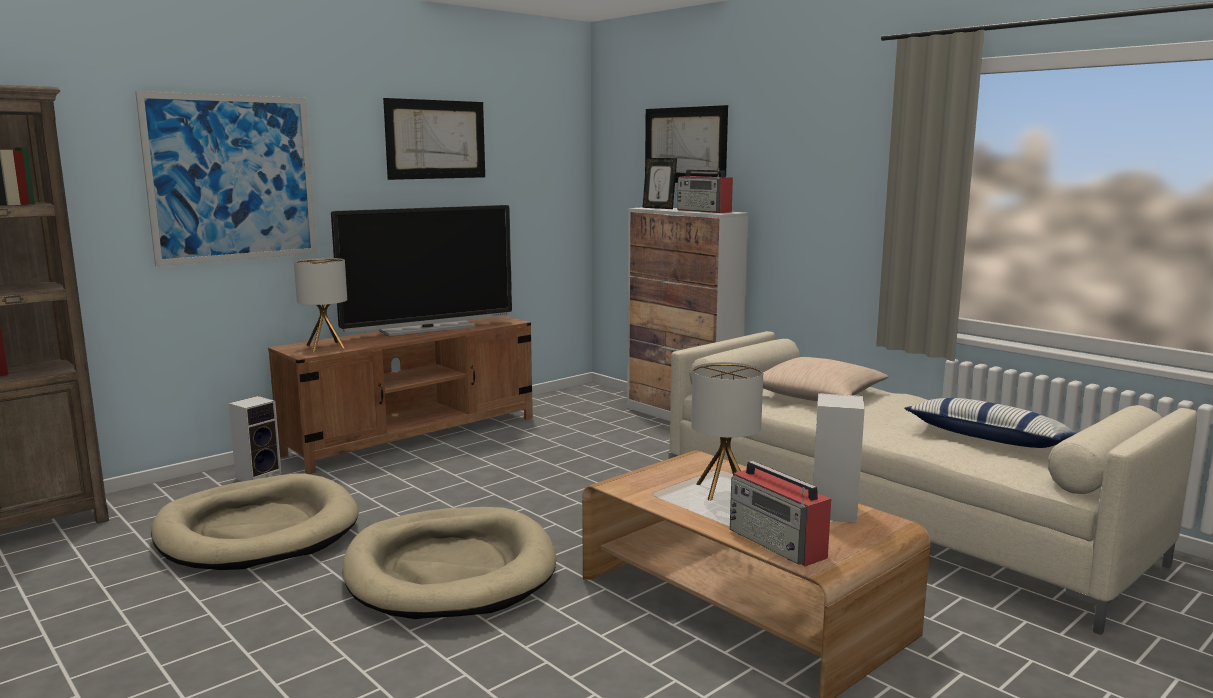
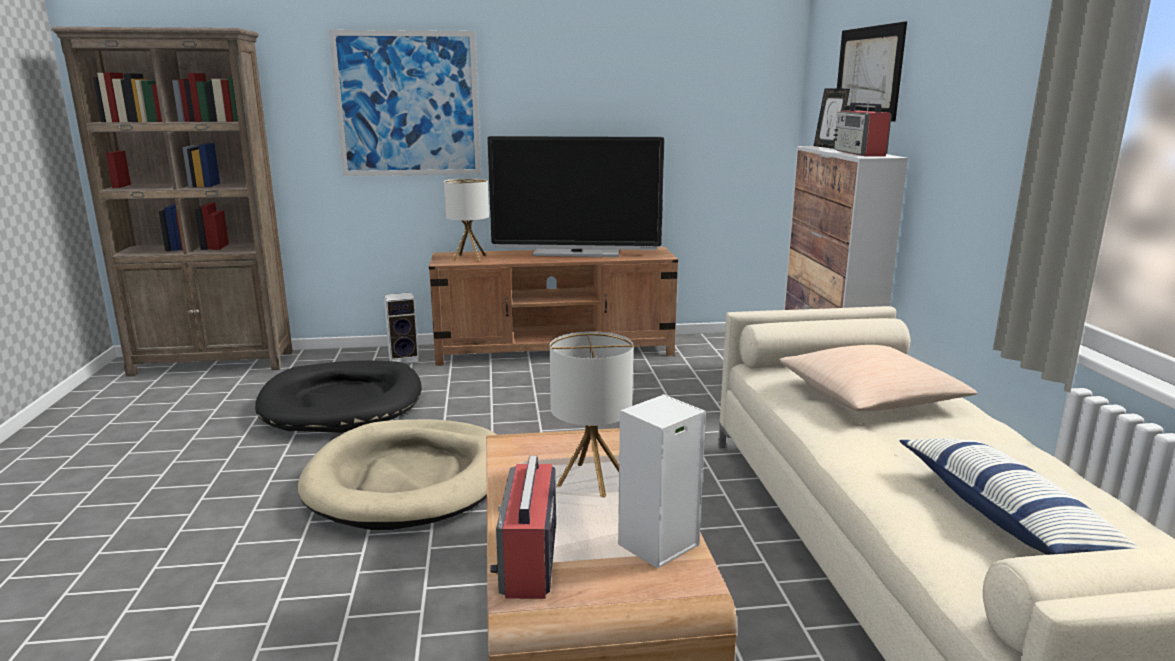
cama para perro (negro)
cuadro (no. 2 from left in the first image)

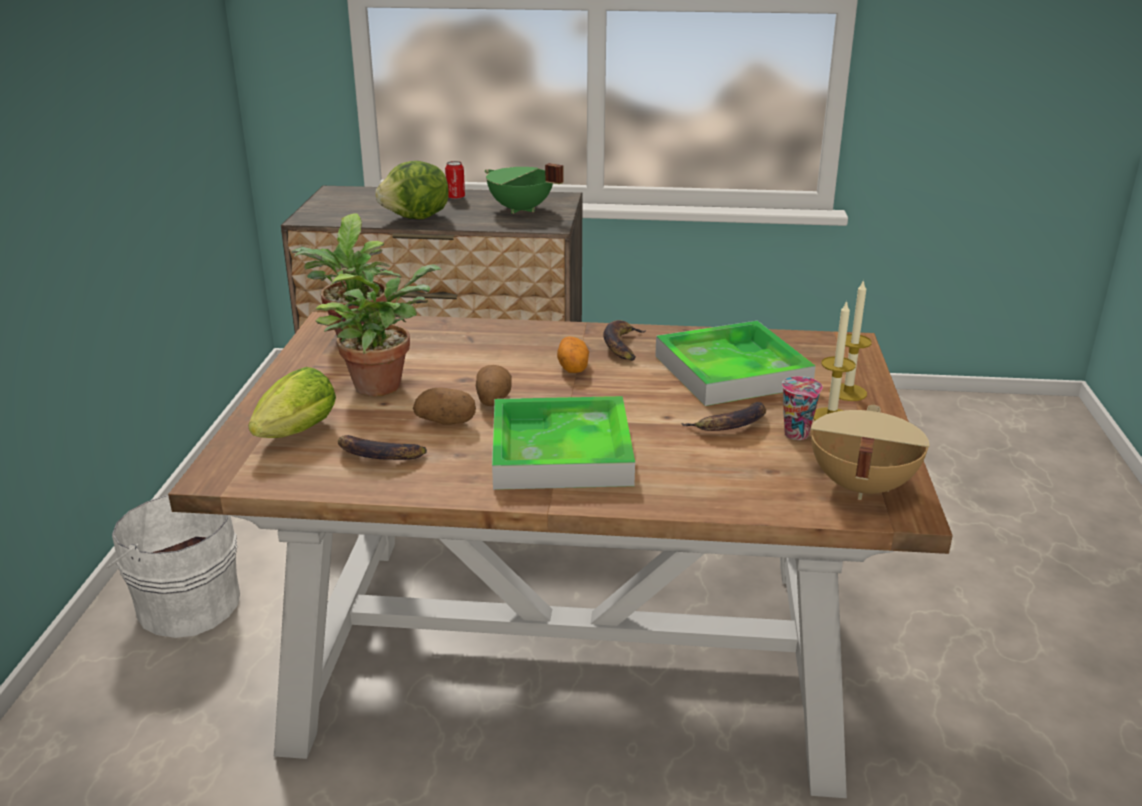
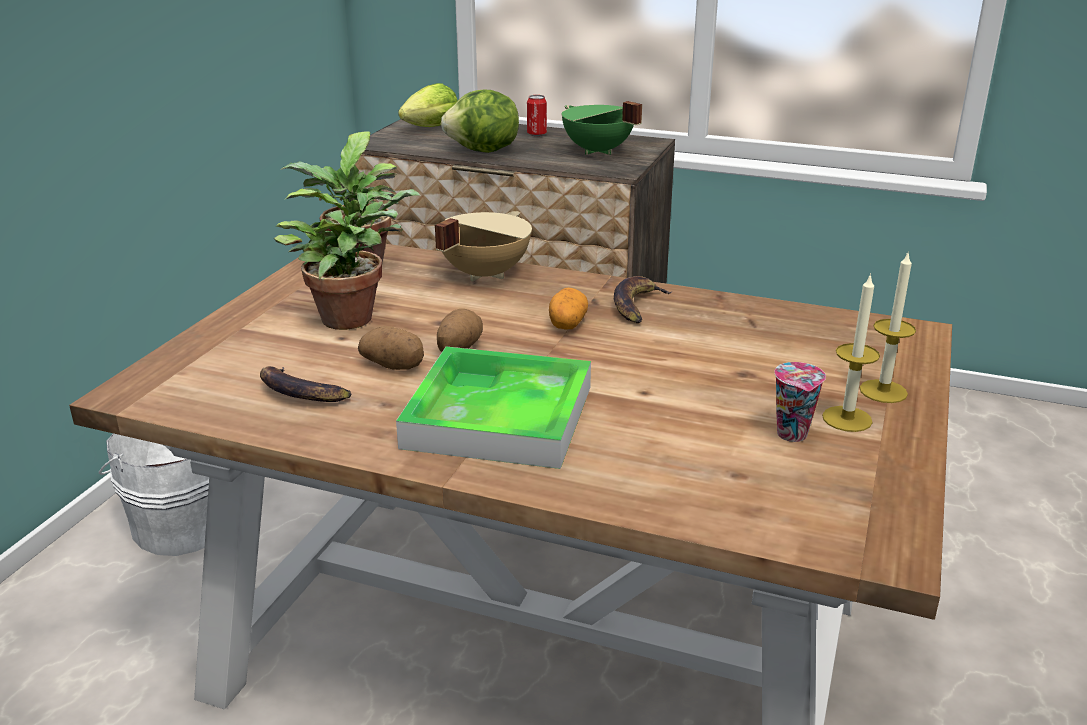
lechuga (no. 1 from left)
olla (beis)
bandeja (no. 2 from left in the first image)
plátano (no. 3 from left in the first image)

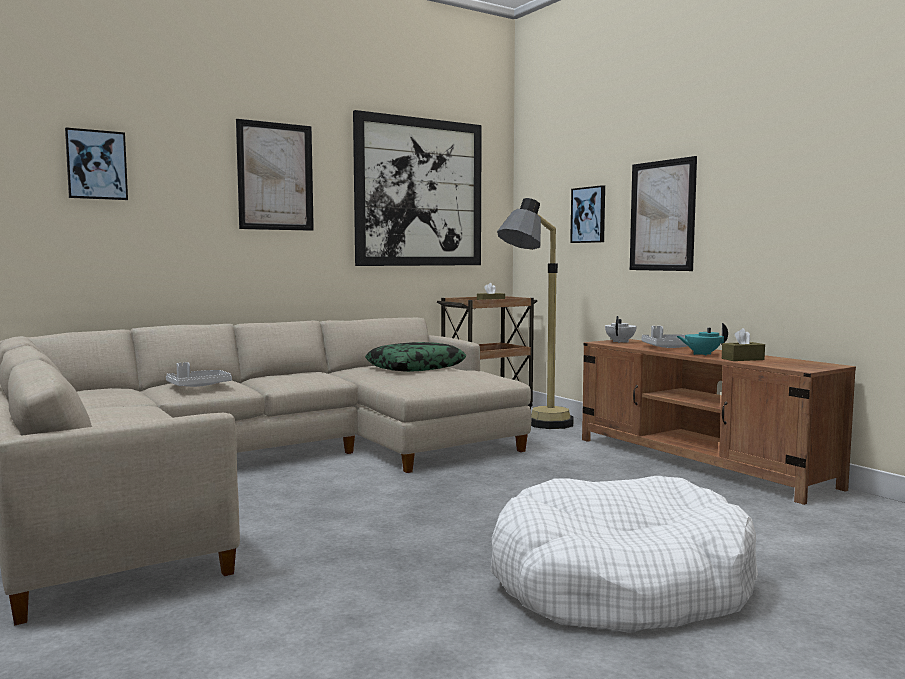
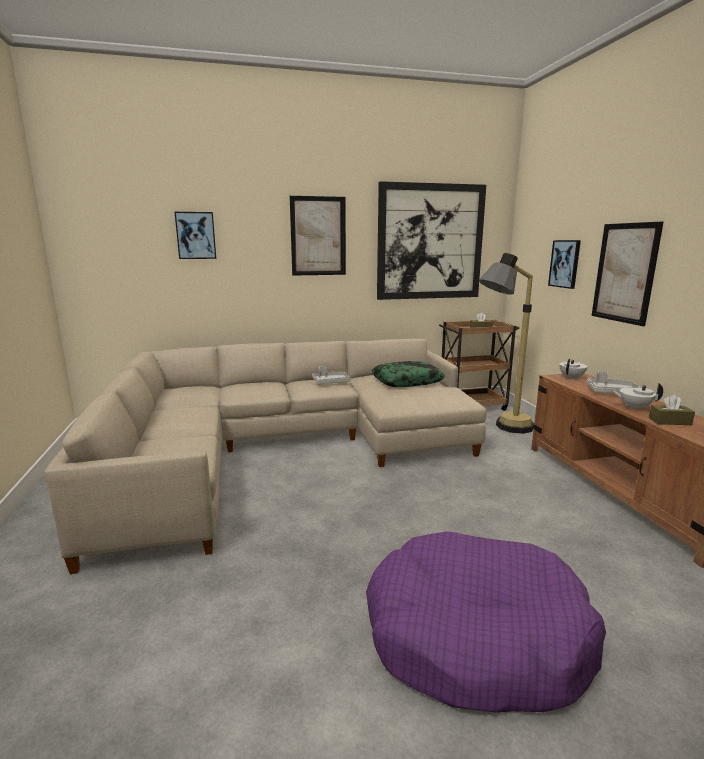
bandeja (gris) (no. 1 from left)
cama para perro (morado)
tetera (blanco) (no. 2 from left)

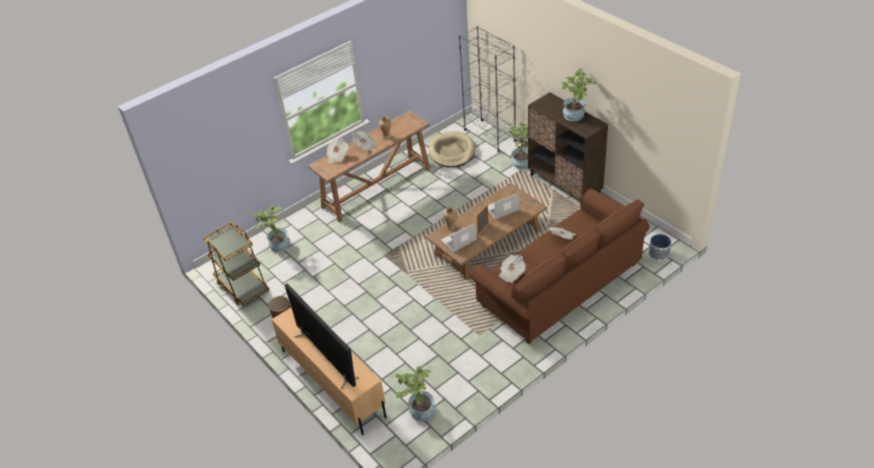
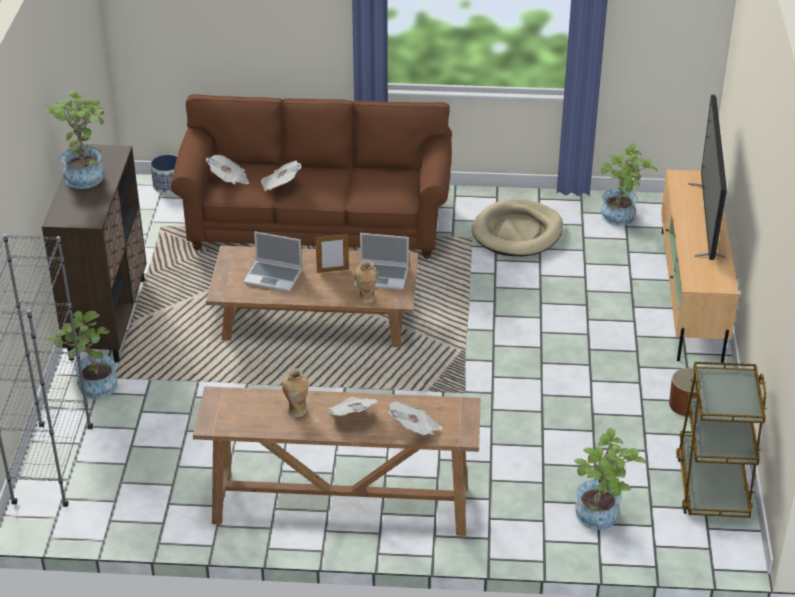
periódico (no. 1 from left)
cama para perro (beis)

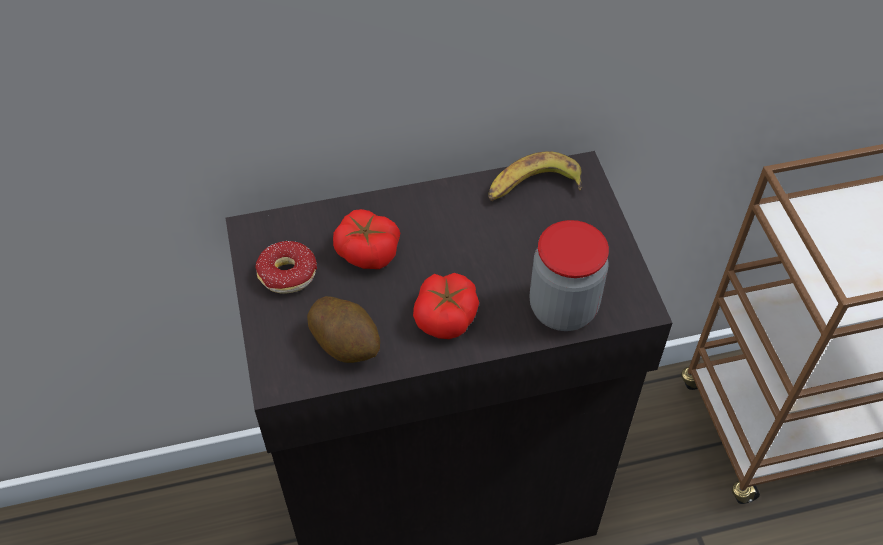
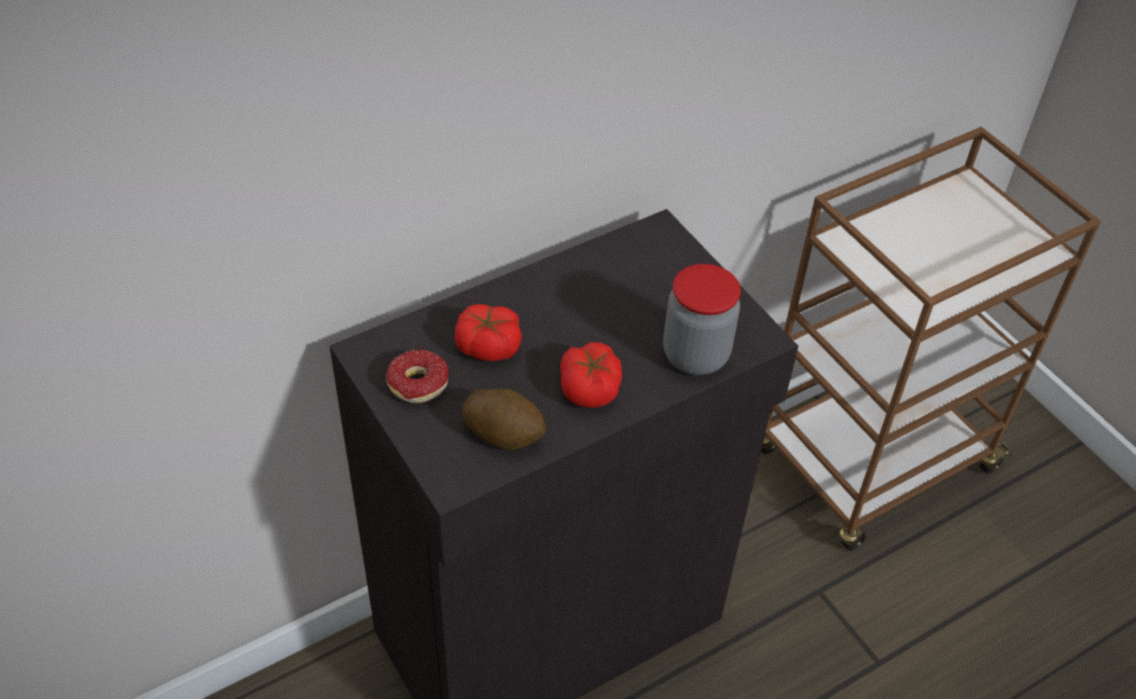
plátano

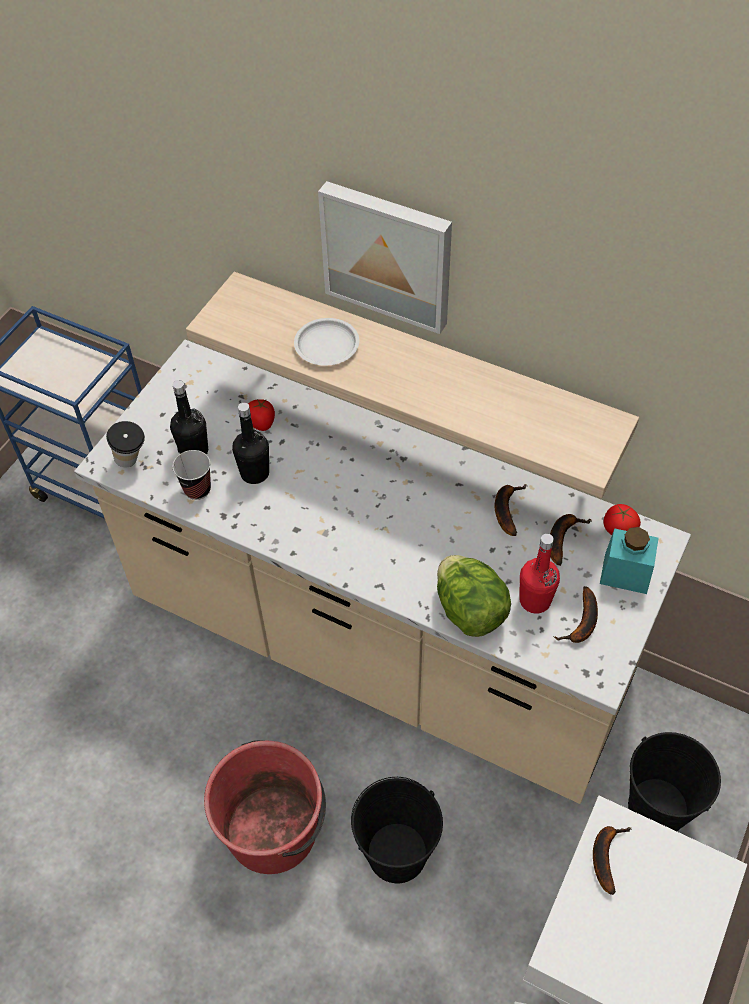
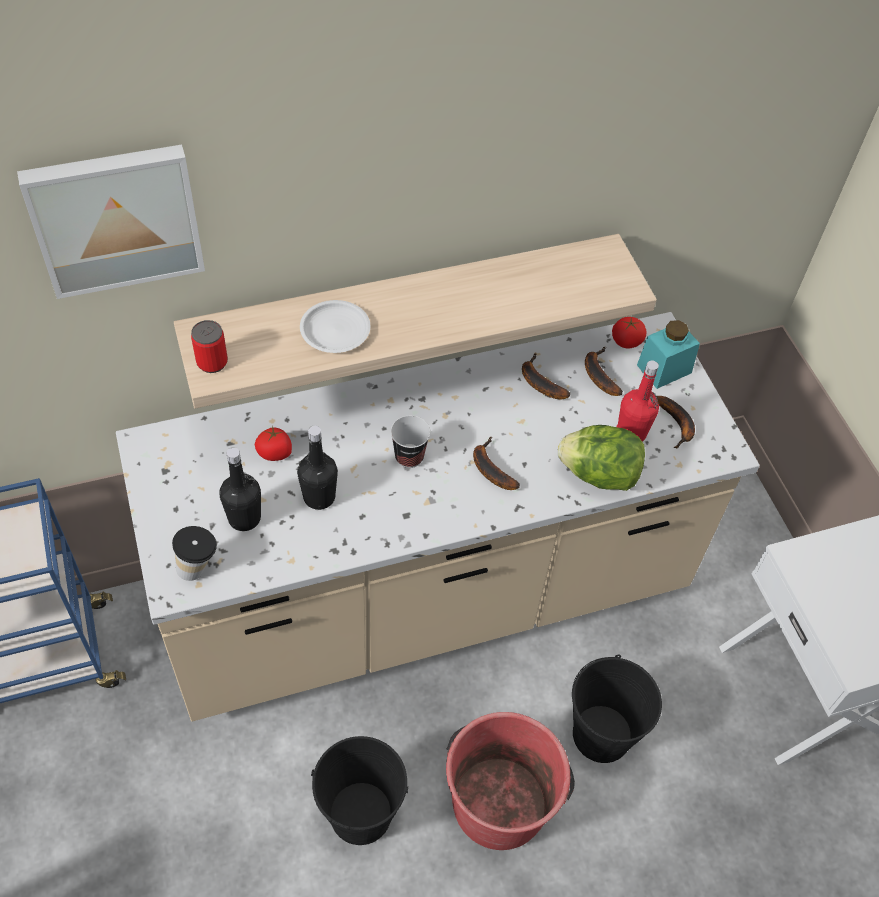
cuadro
lata
cubo (negro) (no. 1 from left)
taza (no. 2 from left)
plátano (no. 1 from left)

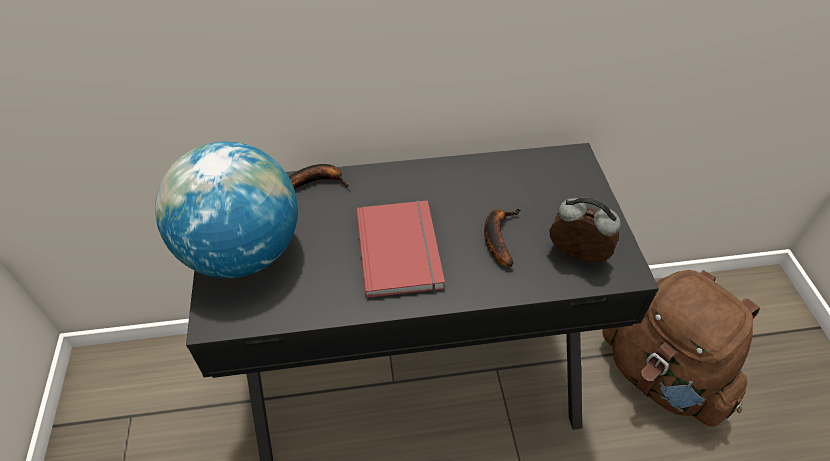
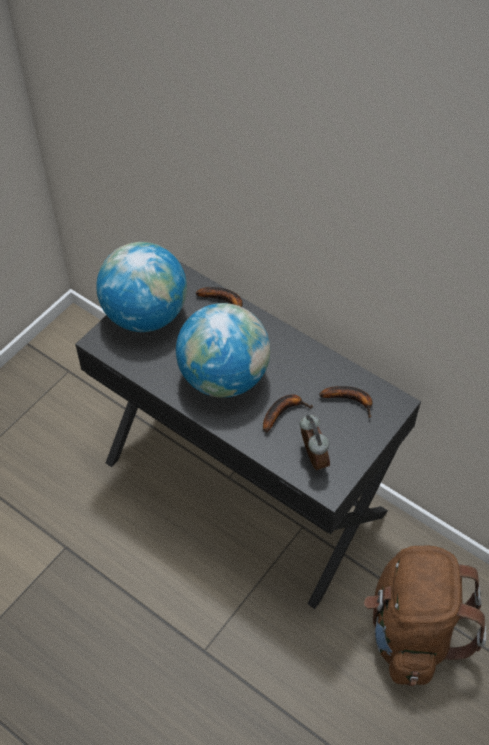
globo terráqueo (no. 2 from left)
plátano (no. 3 from left)

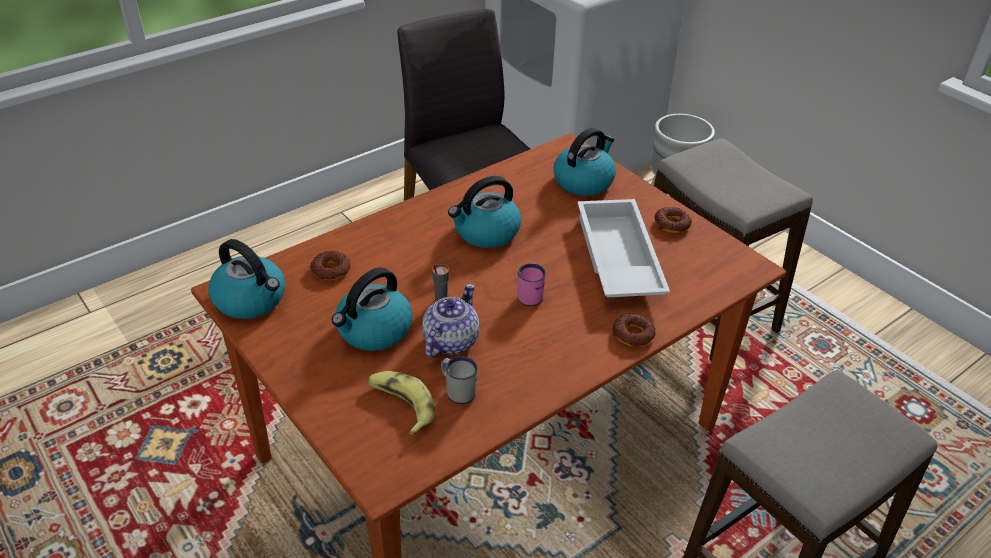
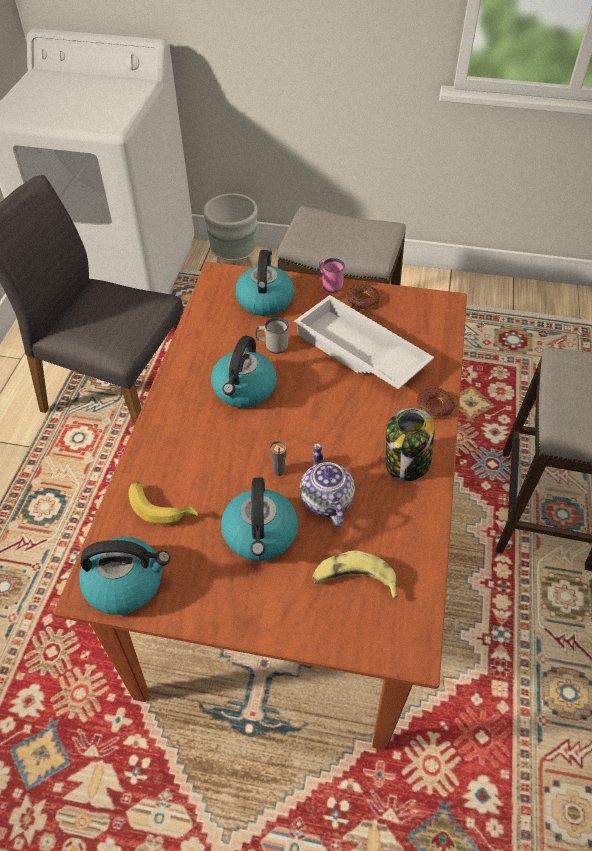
plátano (no. 1 from left)
taza grande (blanco)
taza grande (rosa)
tarro

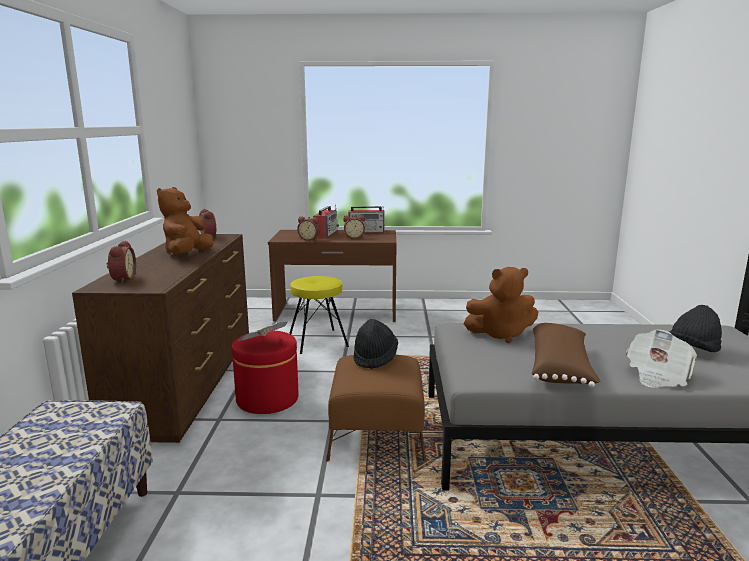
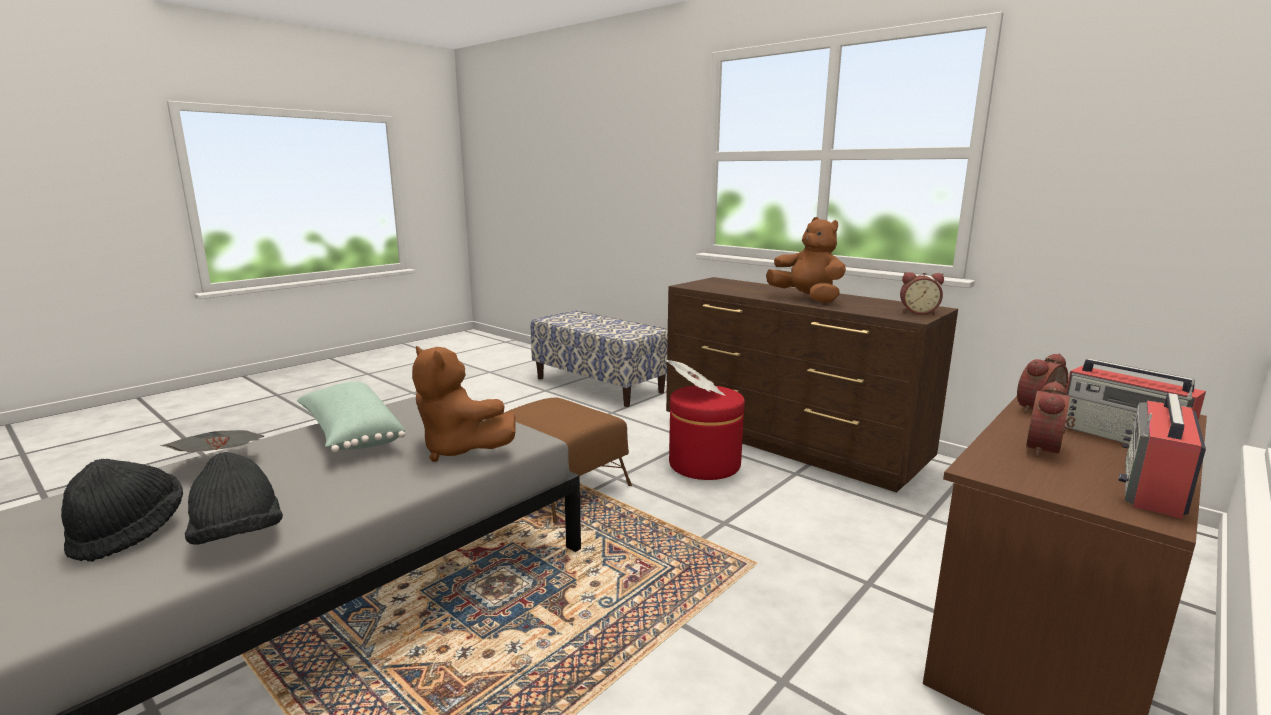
sombrero (negro) (no. 2 from left)
cojín (verde)
peluche (marrón) (no. 1 from left)
despertador (no. 1 from left in the first image)
taburete (amarillo)

